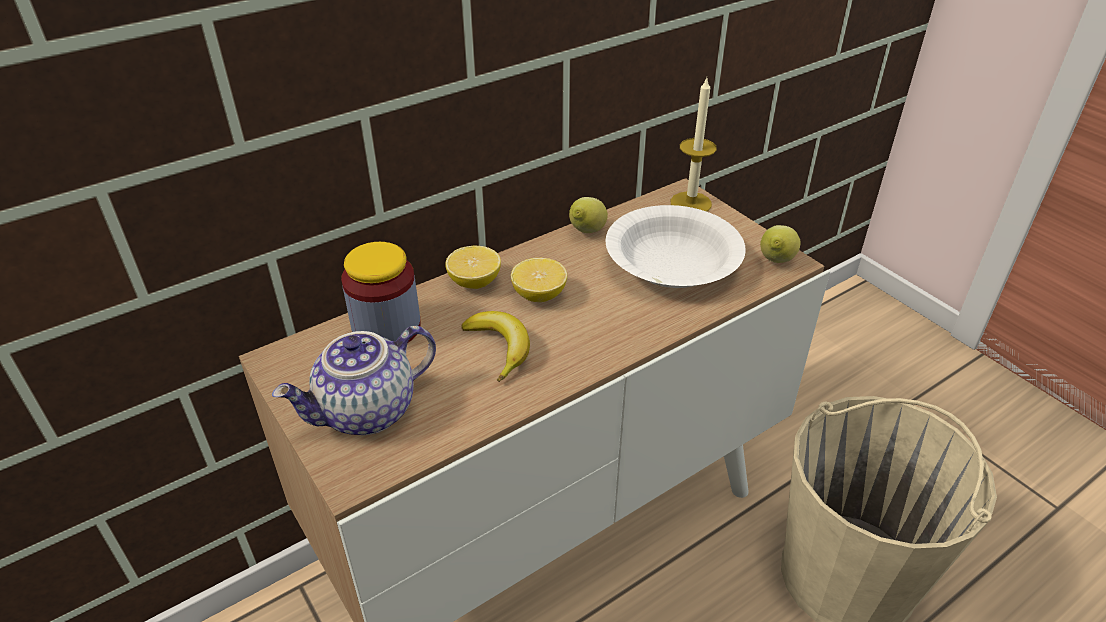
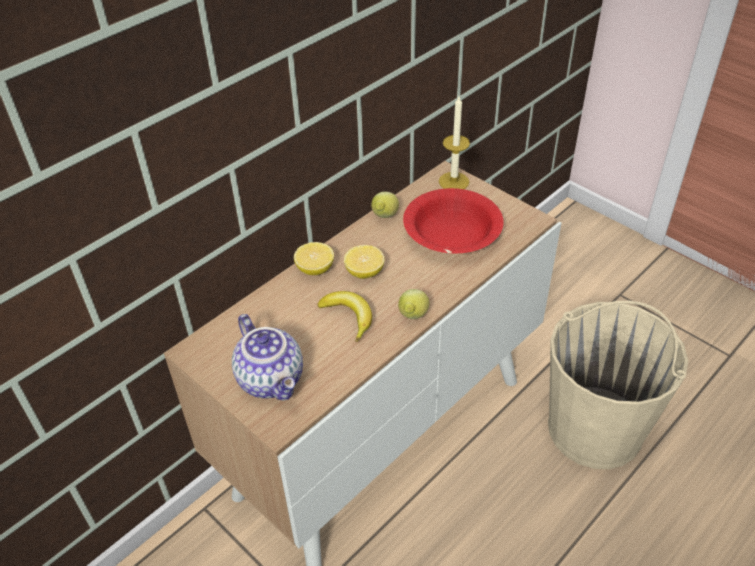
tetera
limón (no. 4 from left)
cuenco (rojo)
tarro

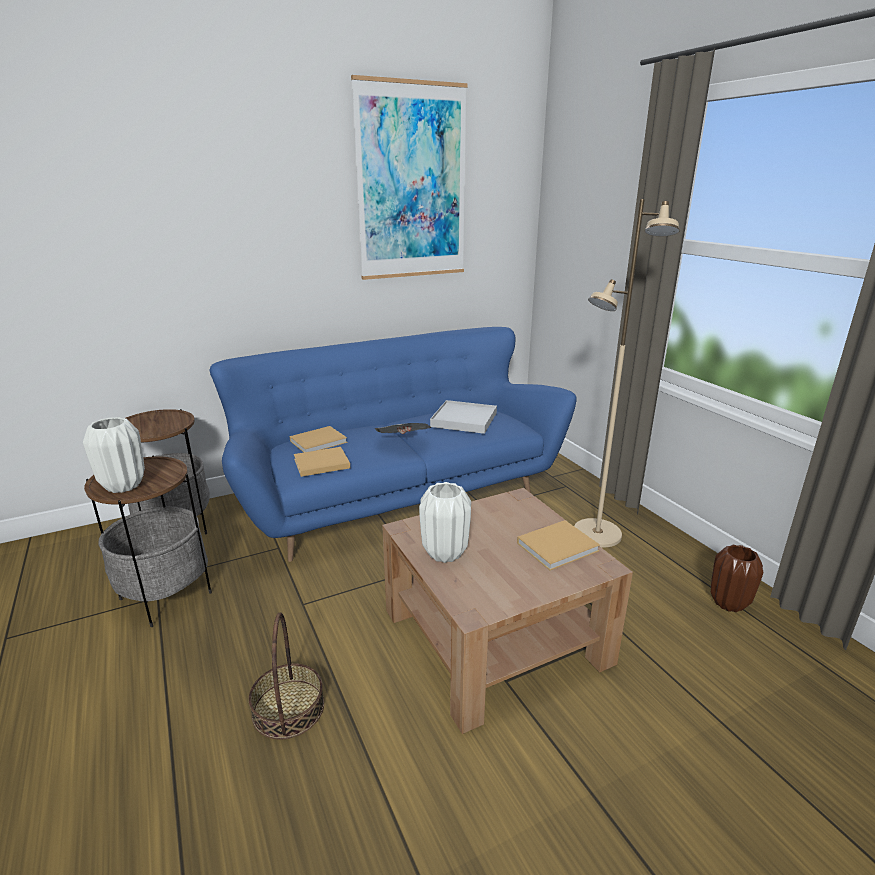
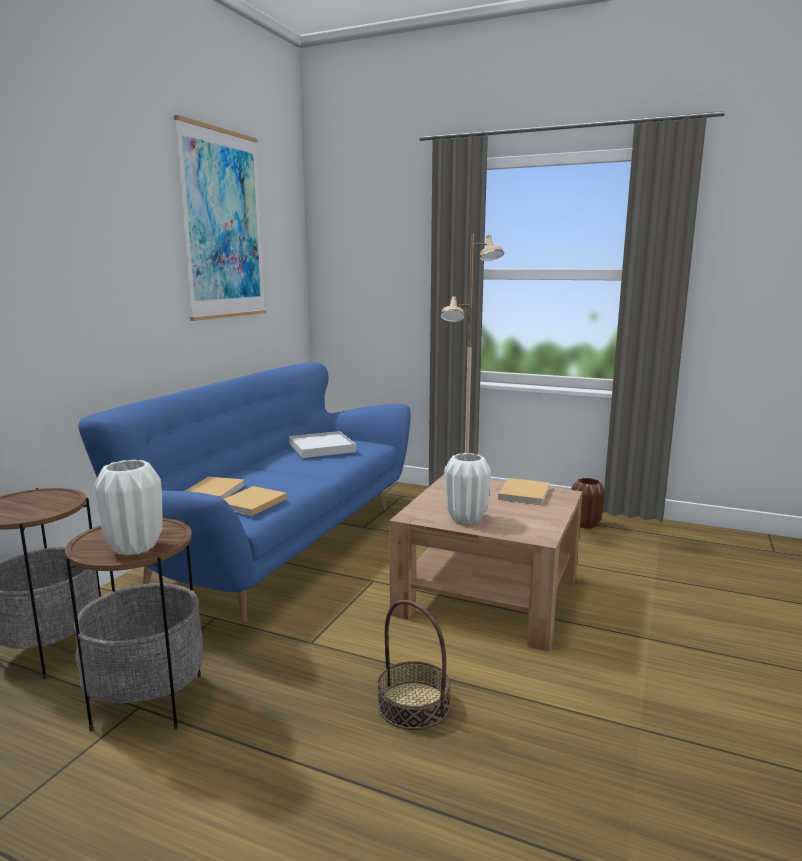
periódico

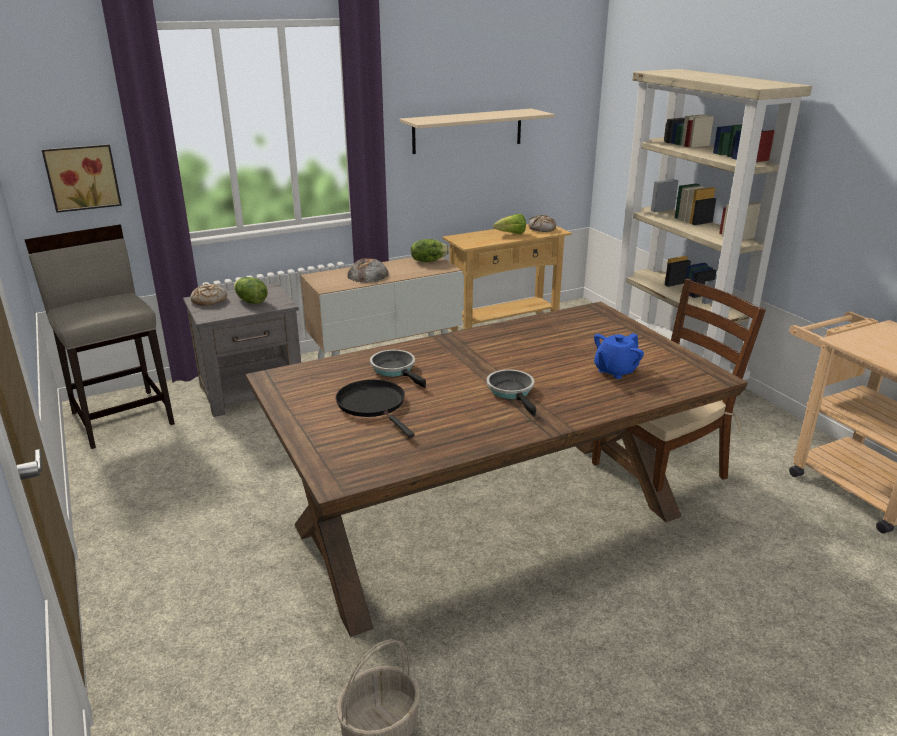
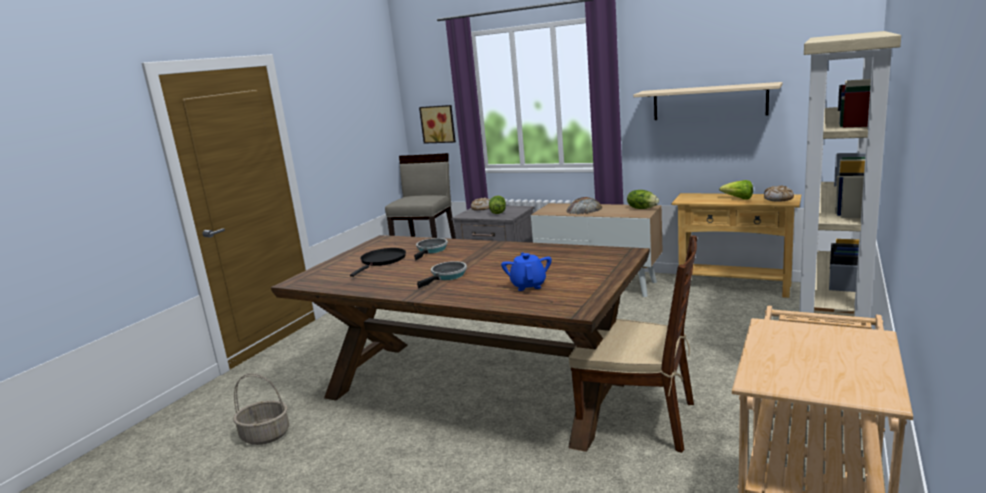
tetera (azul)

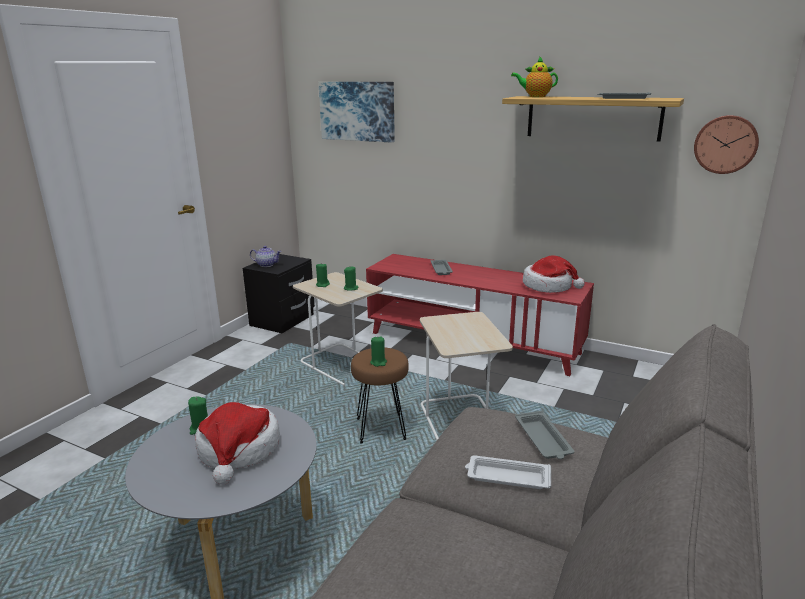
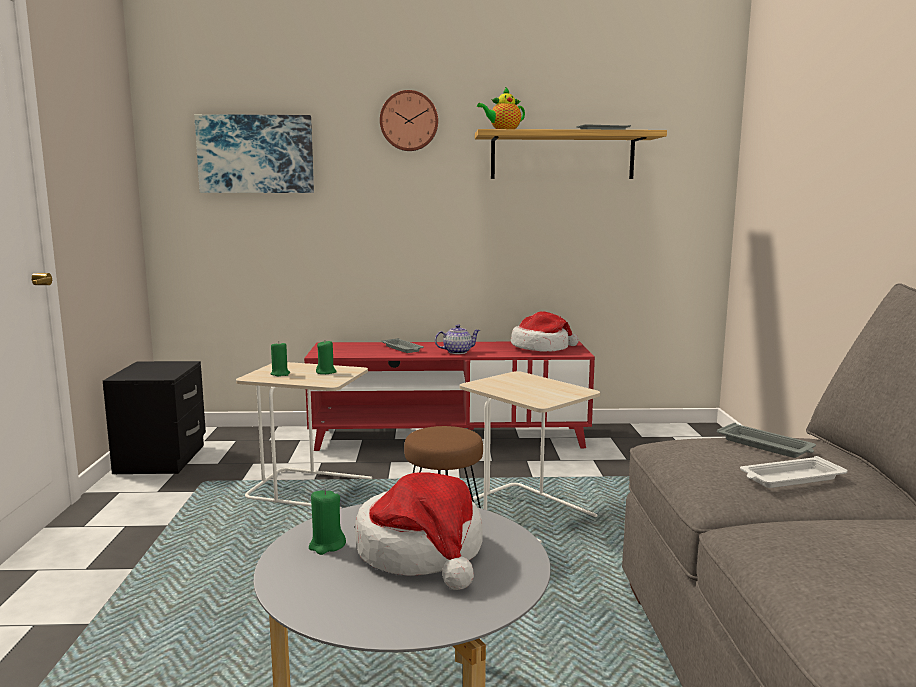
reloj de pared
tetera (no. 1 from left)
vela (verde) (no. 4 from left in the first image)

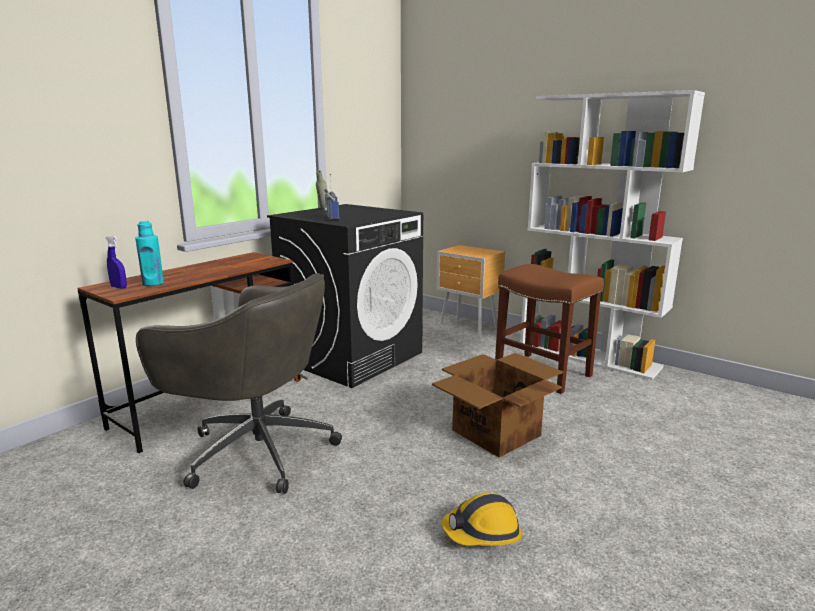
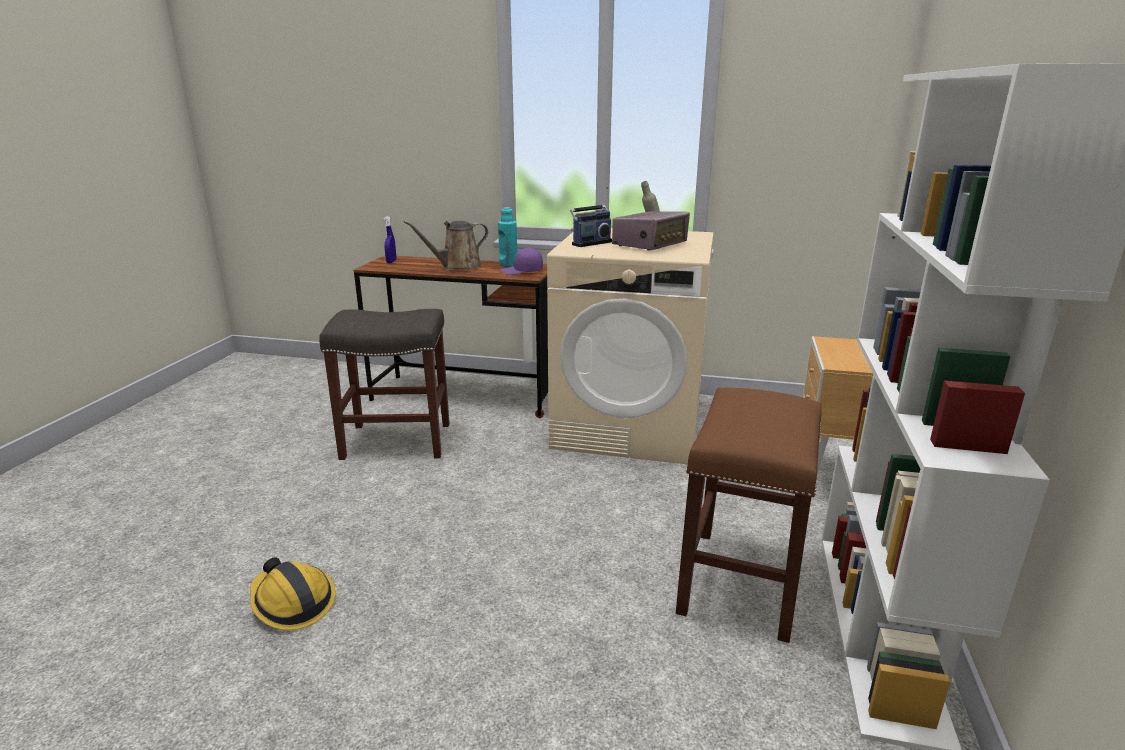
taburete (gris)
regadera (marrón)
botella (turquesa)
gorra (morado)
lavadora (beis)
radio (no. 2 from left)
caja de cartón

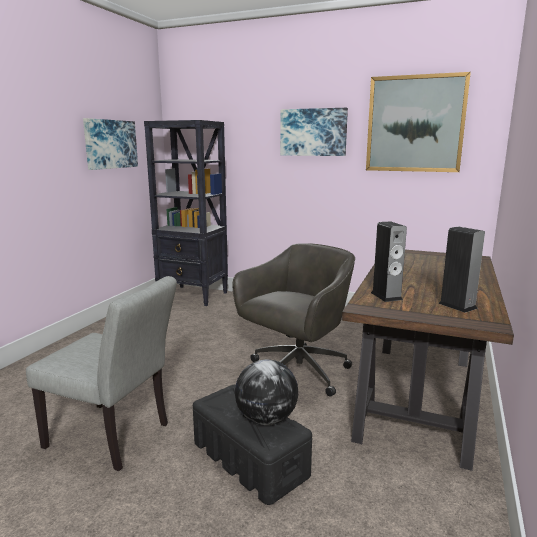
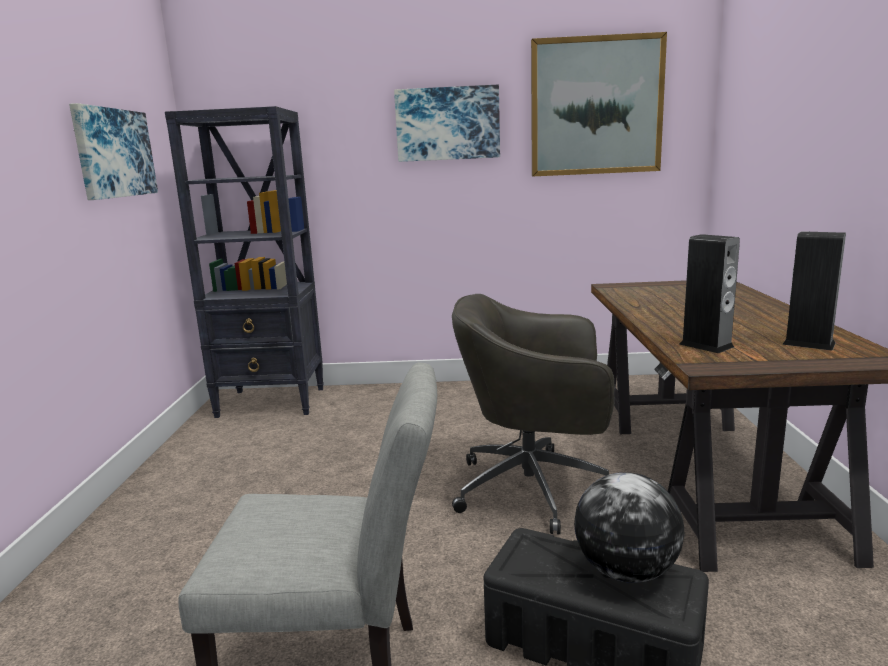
silla de oficina (gris)

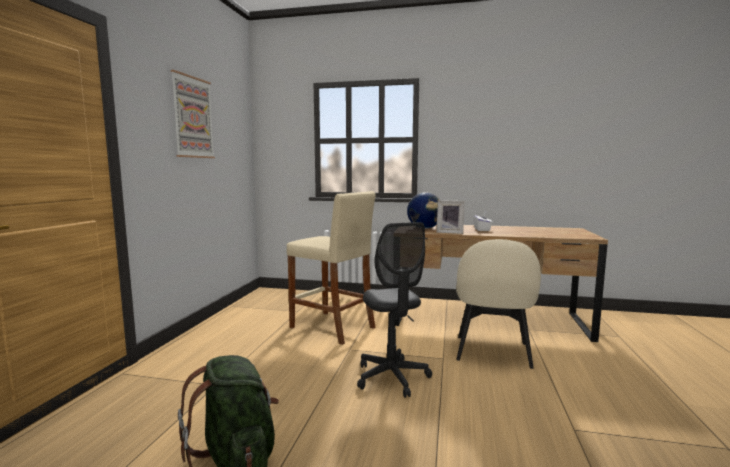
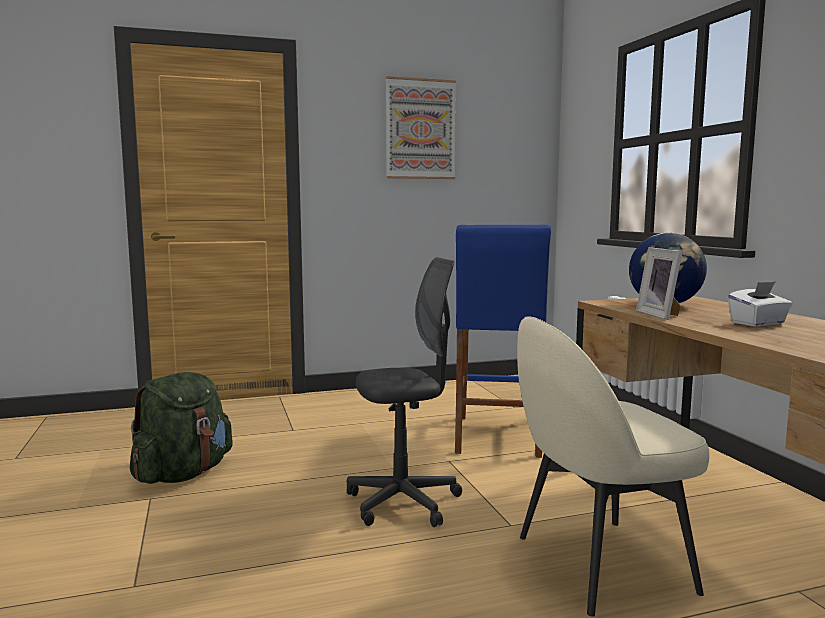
silla de oficina (gris)
taburete (azul)

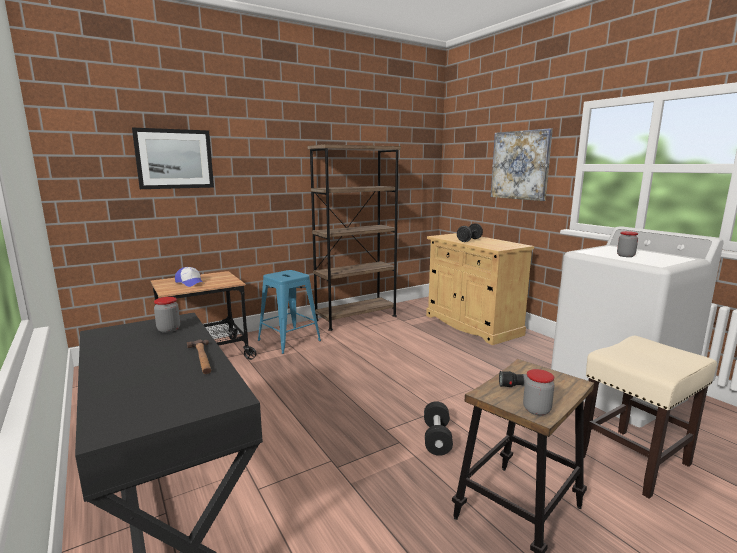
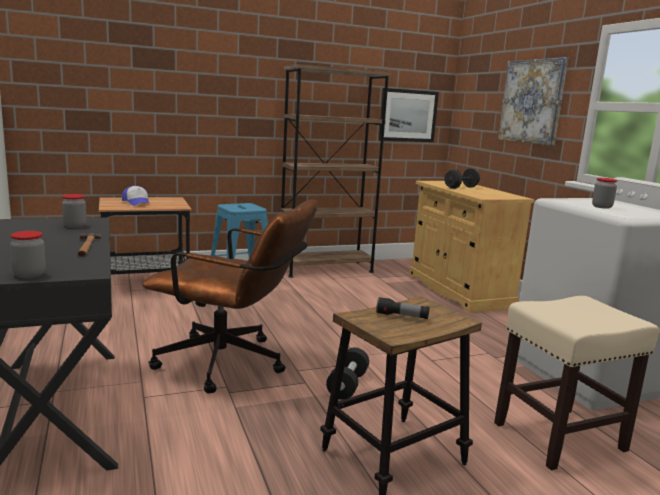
tarro (no. 1 from left)
silla de oficina (marrón)
cuadro (no. 1 from left)

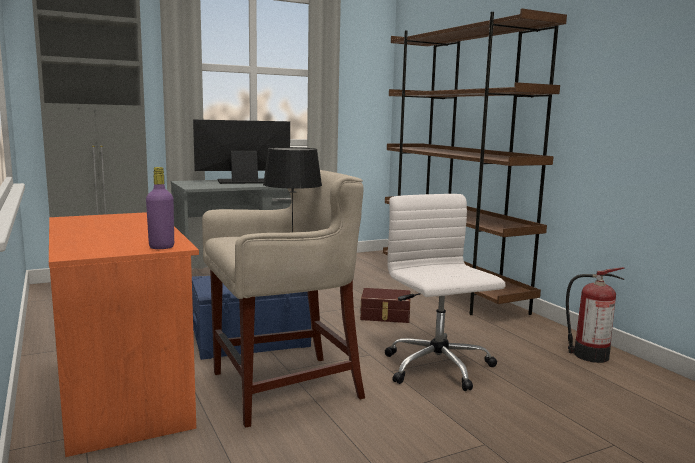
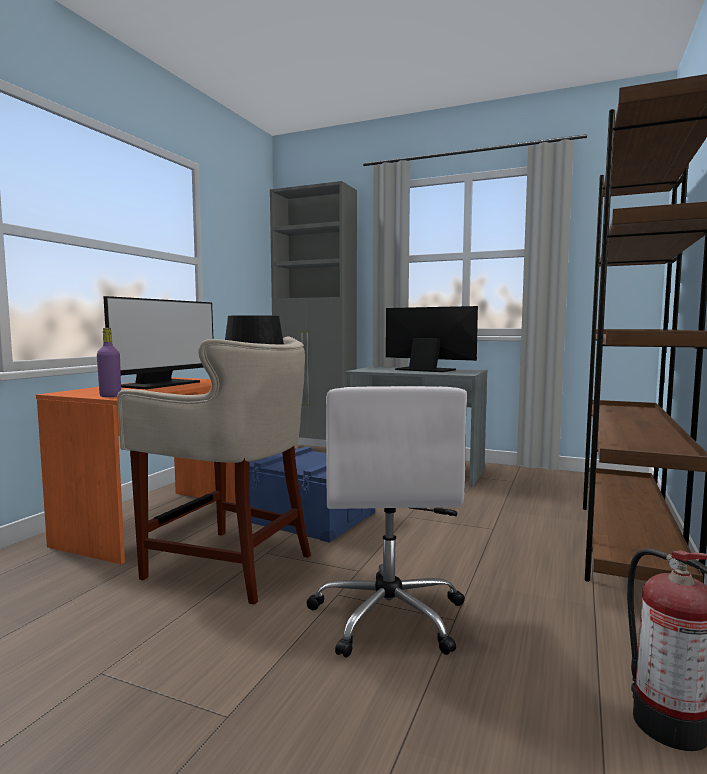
monitor (no. 1 from left)
silla de oficina (blanco)
caja de almacenaje (marrón)

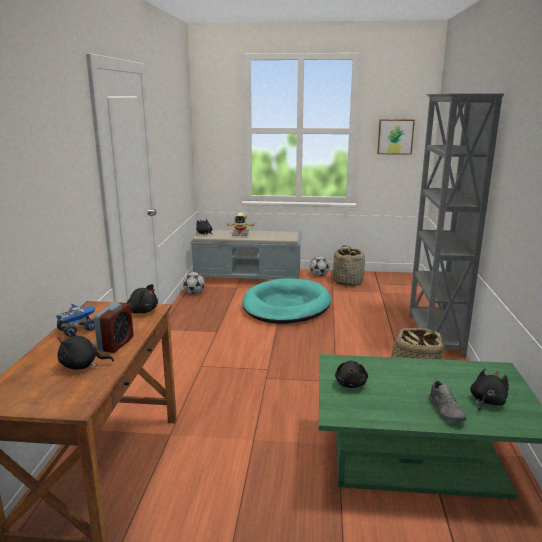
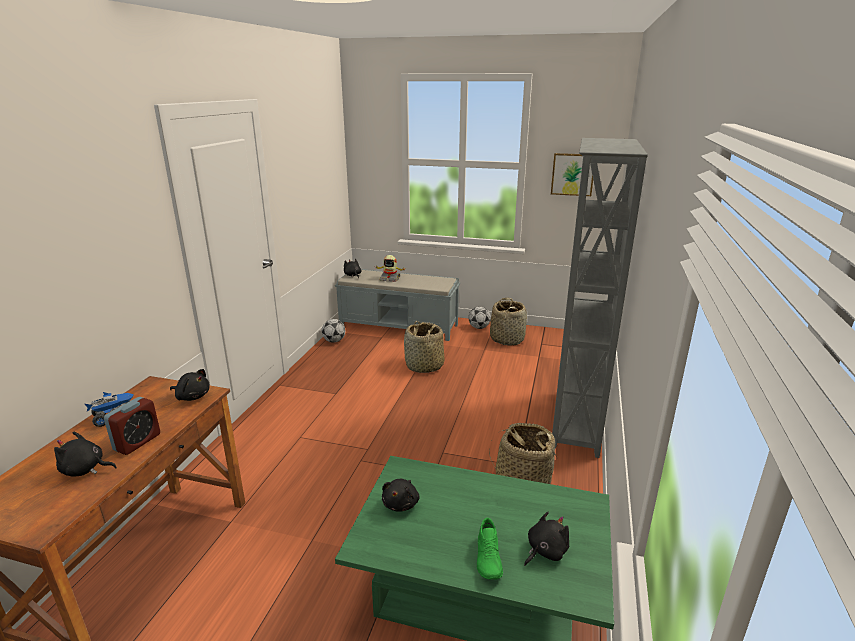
cesta (no. 1 from left)
zapato (verde)

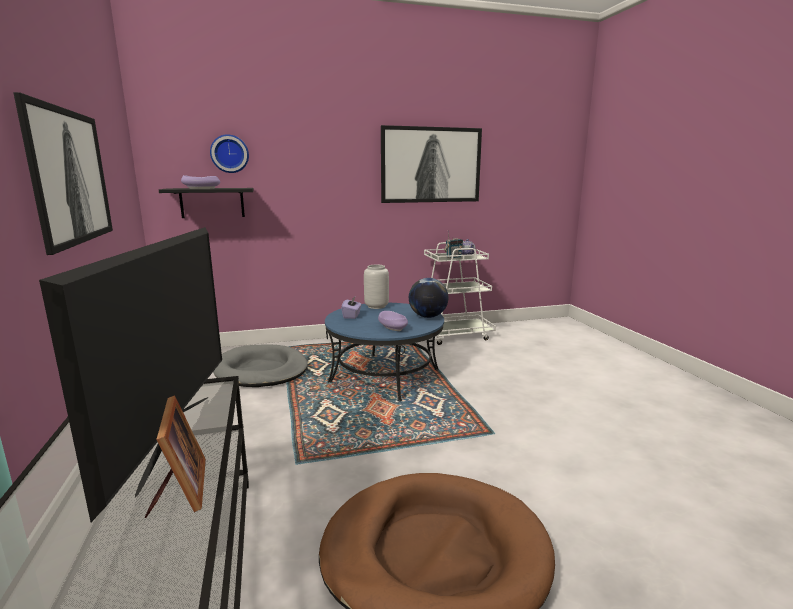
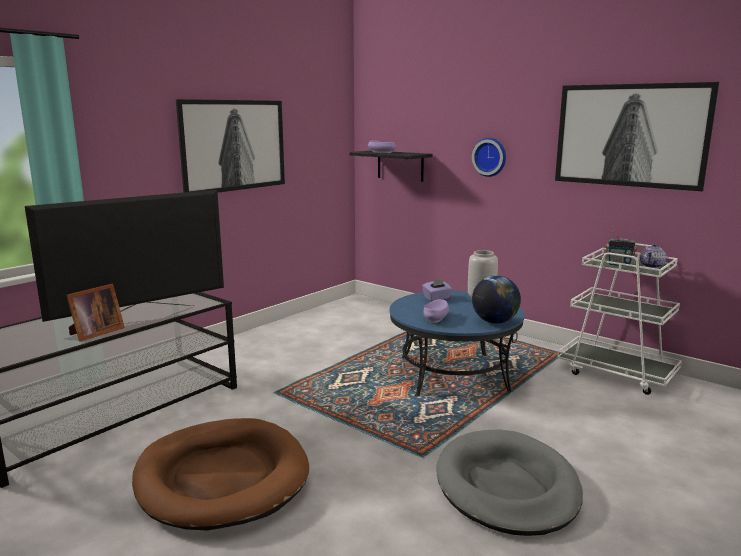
cama para perro (gris)
reloj de pared

